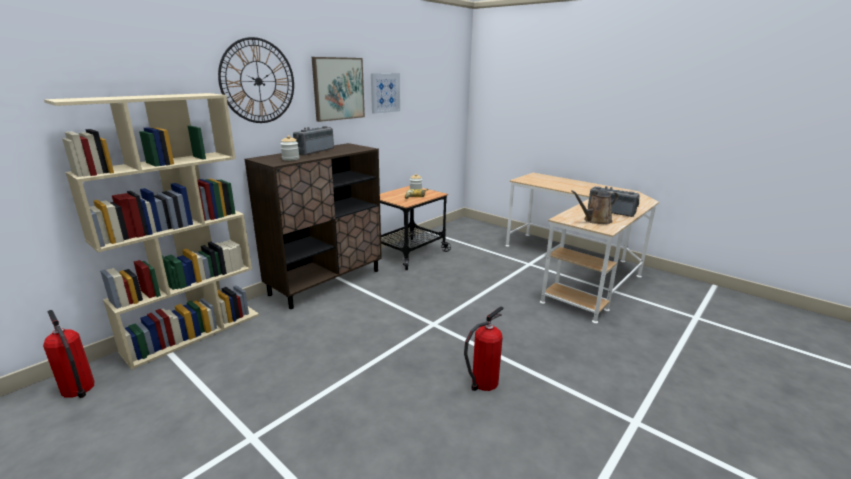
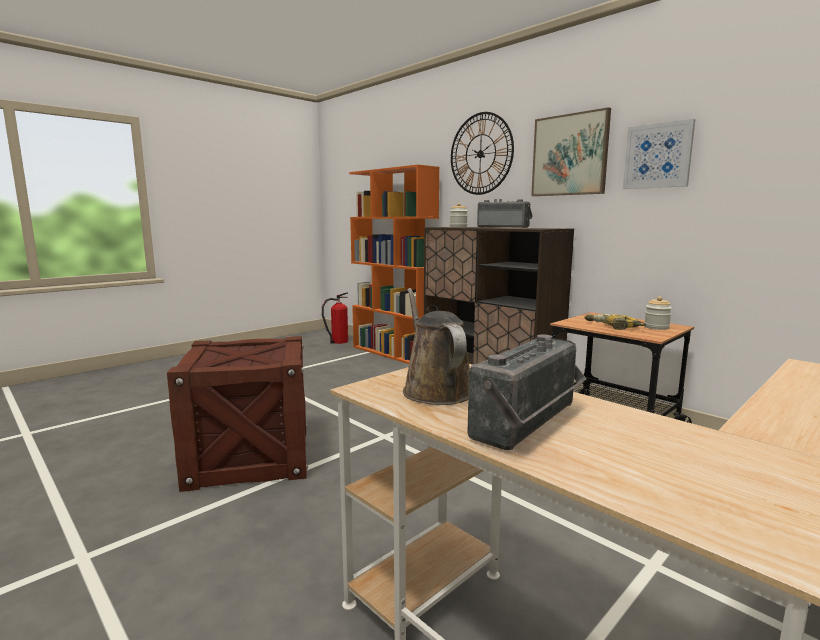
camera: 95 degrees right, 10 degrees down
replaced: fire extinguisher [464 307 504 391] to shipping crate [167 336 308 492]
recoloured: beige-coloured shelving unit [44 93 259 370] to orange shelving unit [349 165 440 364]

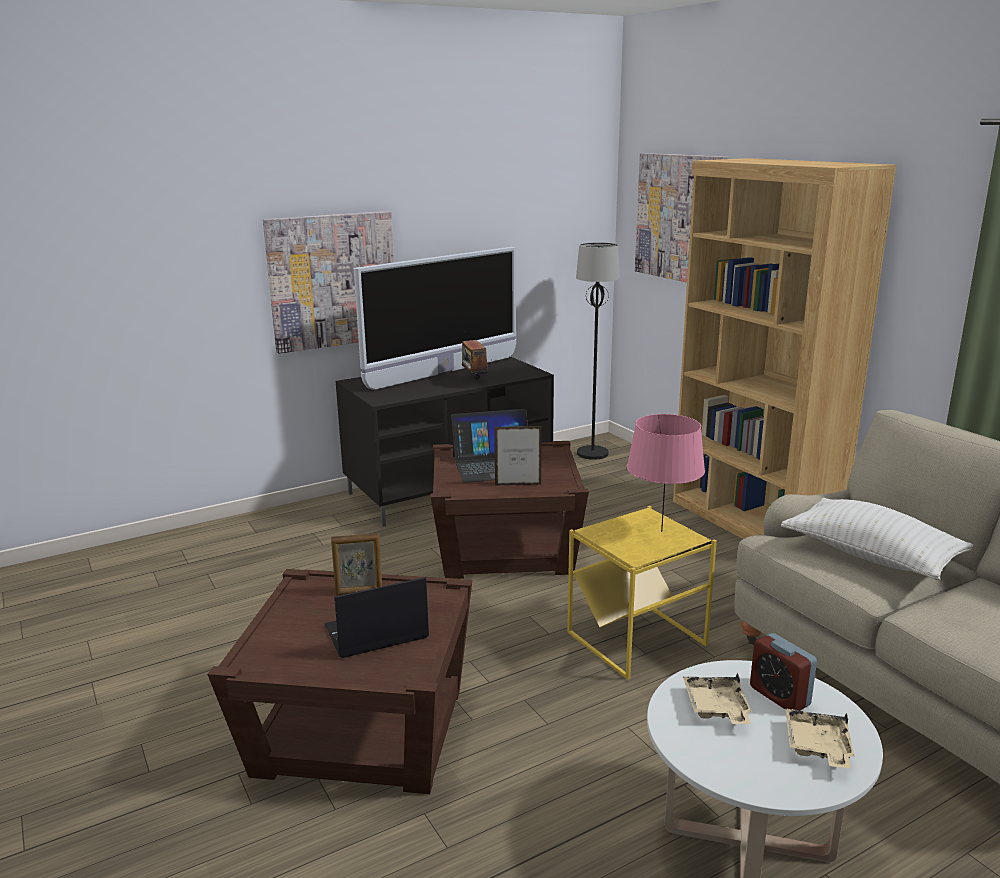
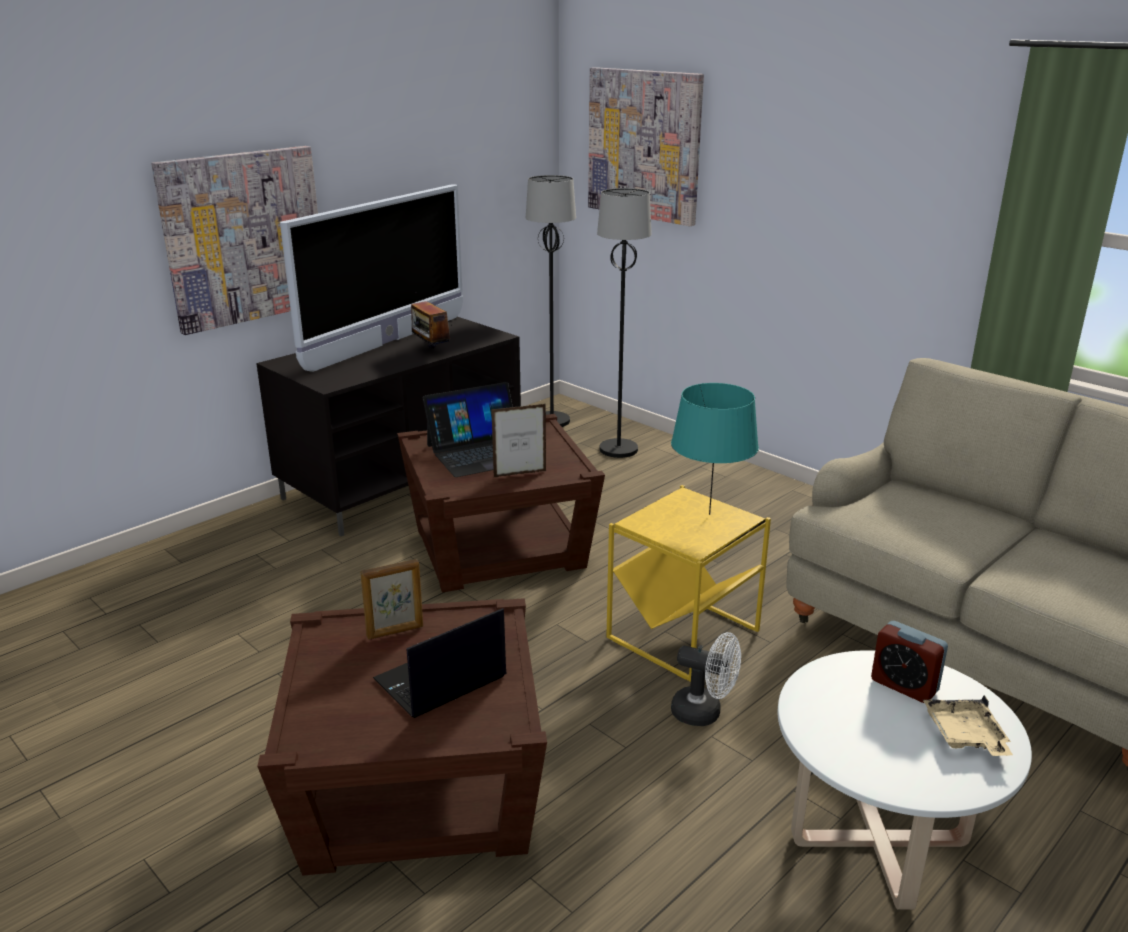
camera: 15 degrees left, 5 degrees up
removed: brown-coloured shelving unit [673 158 896 539]; beige-coloured tray [683 673 752 724]; white pillow [781 498 974 580]
added: black floor lamp [597 188 652 458]; white electric fan [671 632 741 726]
recoloured: pinkish tabletop lamp [627 414 705 532] to turquoise-coloured tabletop lamp [671 383 759 515]

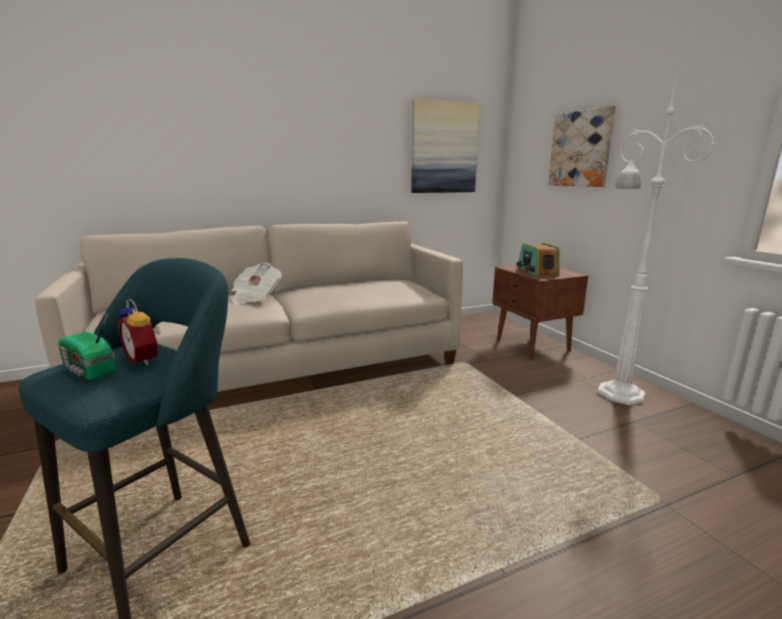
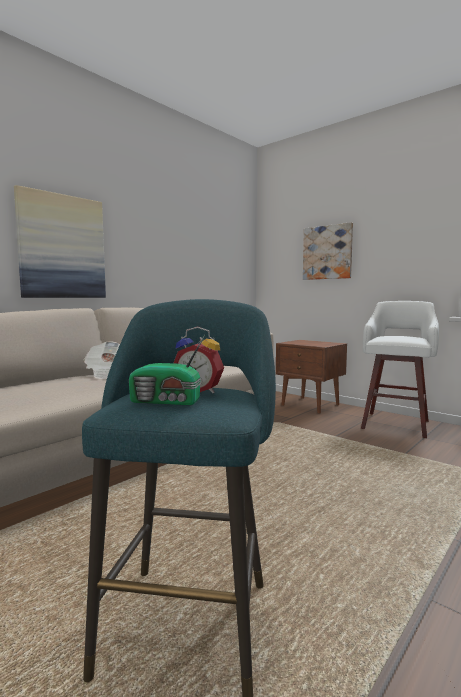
camera: 25 degrees left, 10 degrees down
removed: radio set [517 243 560 277]
moved: wall picture [411 99 480 193] to [14 185 106 298]
replaced: white floor lamp [597 73 715 405] to white stool [361 301 439 438]

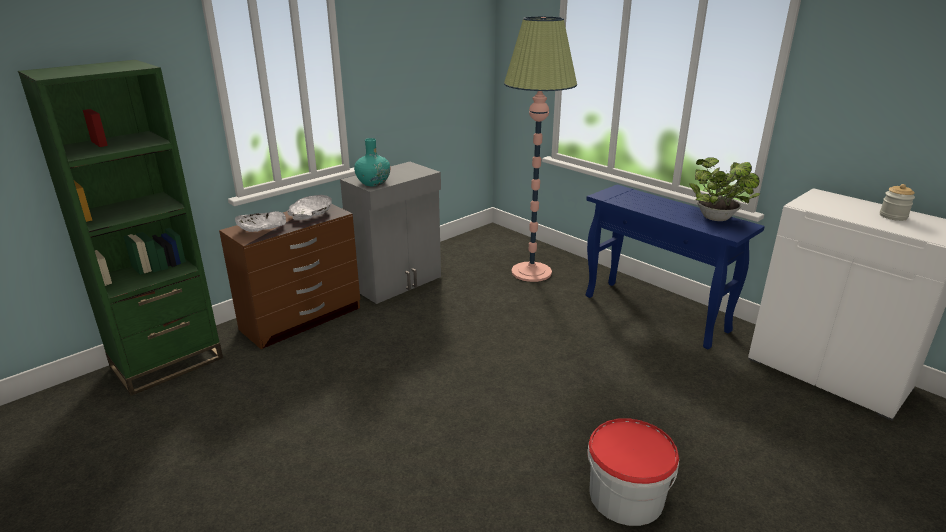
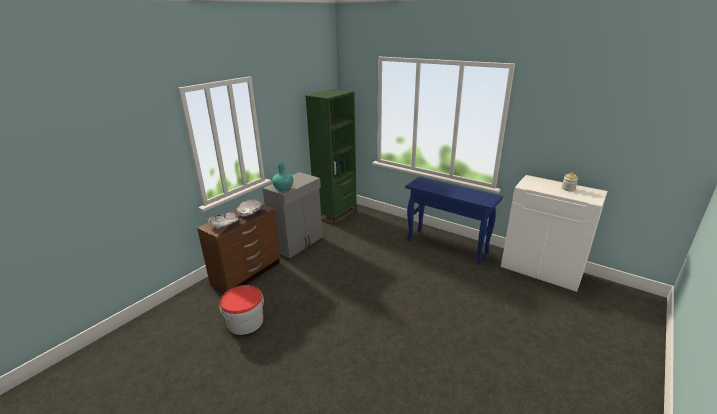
camera: 10 degrees left, 0 degrees up
removed: floor lamp [504 16 577 282]; potted plant [689 158 760 221]
moved: greenish shelving unit [18 60 223 396] to [305 89 357 224]; pail [587 418 679 526] to [220 285 264 335]

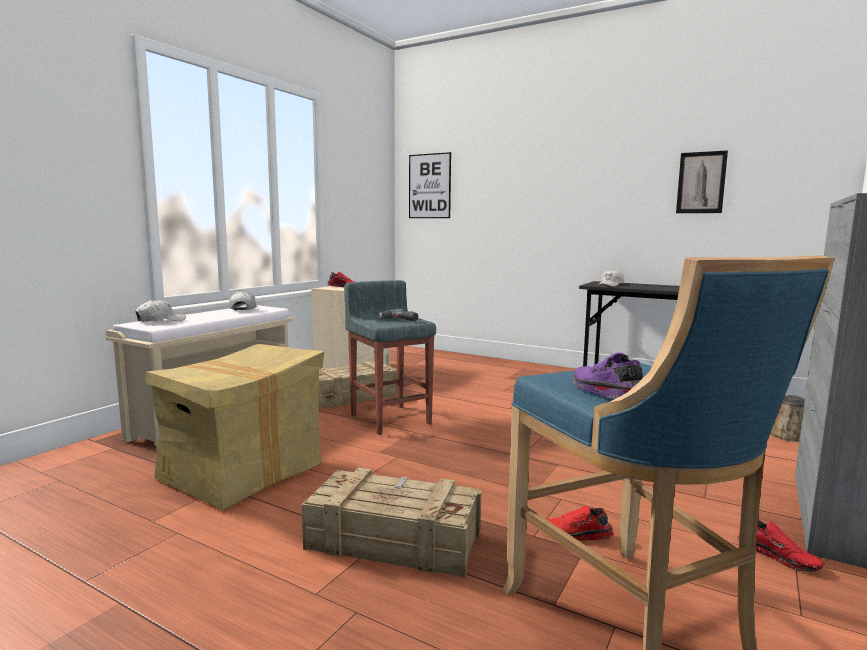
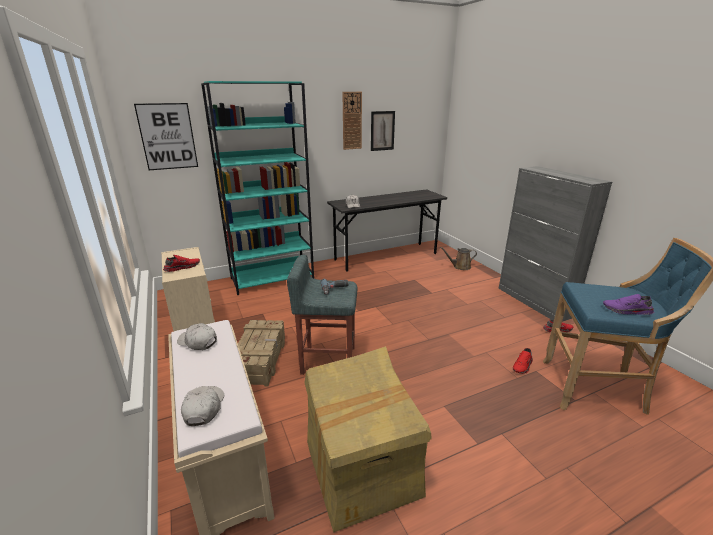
camera: 55 degrees left, 15 degrees up
removed: shipping crate [302 468 481 578]
added: turquoise-coloured shelving unit [201 81 314 295]; wall clock [342 92 362 150]

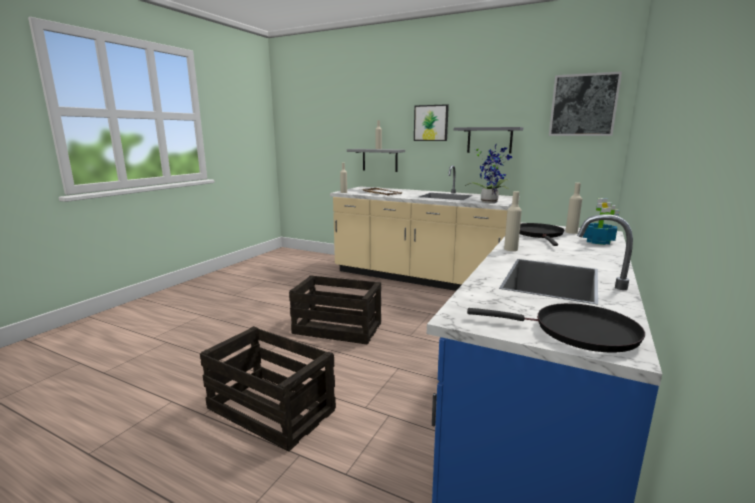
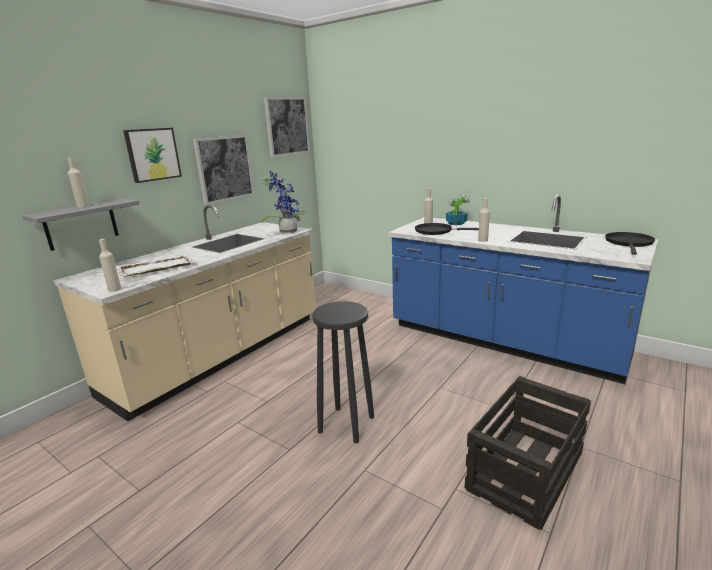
camera: 80 degrees left, 5 degrees up
replaced: shipping crate [289 275 381 345] to black stool [312 301 374 443]; grey wall shelf [454 127 523 154] to wall picture [193 135 254 205]

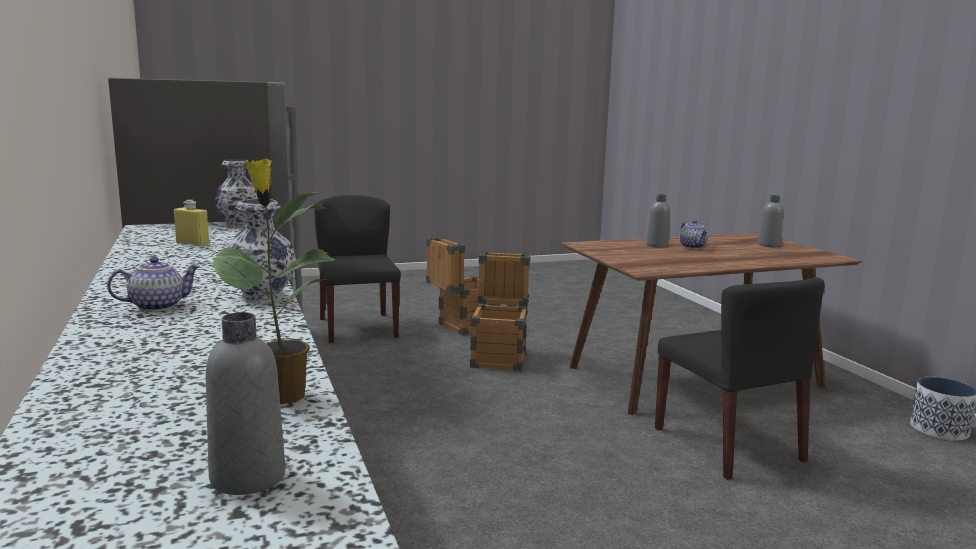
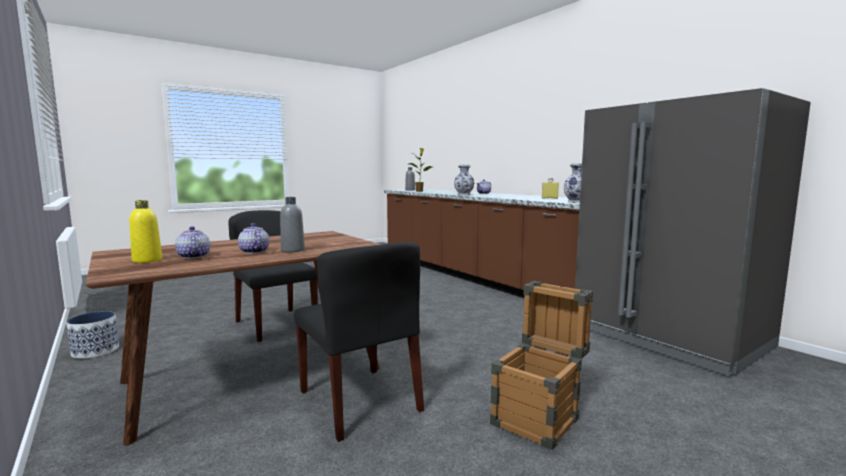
camera: 165 degrees right, 5 degrees down
removed: shipping crate [470 251 531 371]
added: tea pot [175 226 210 259]
moved: black plain chair [314 195 401 343] to [294 242 424 442]
recoloured: grey beverage bottle [758 195 784 247] to yellowish beverage bottle [129 200 162 263]

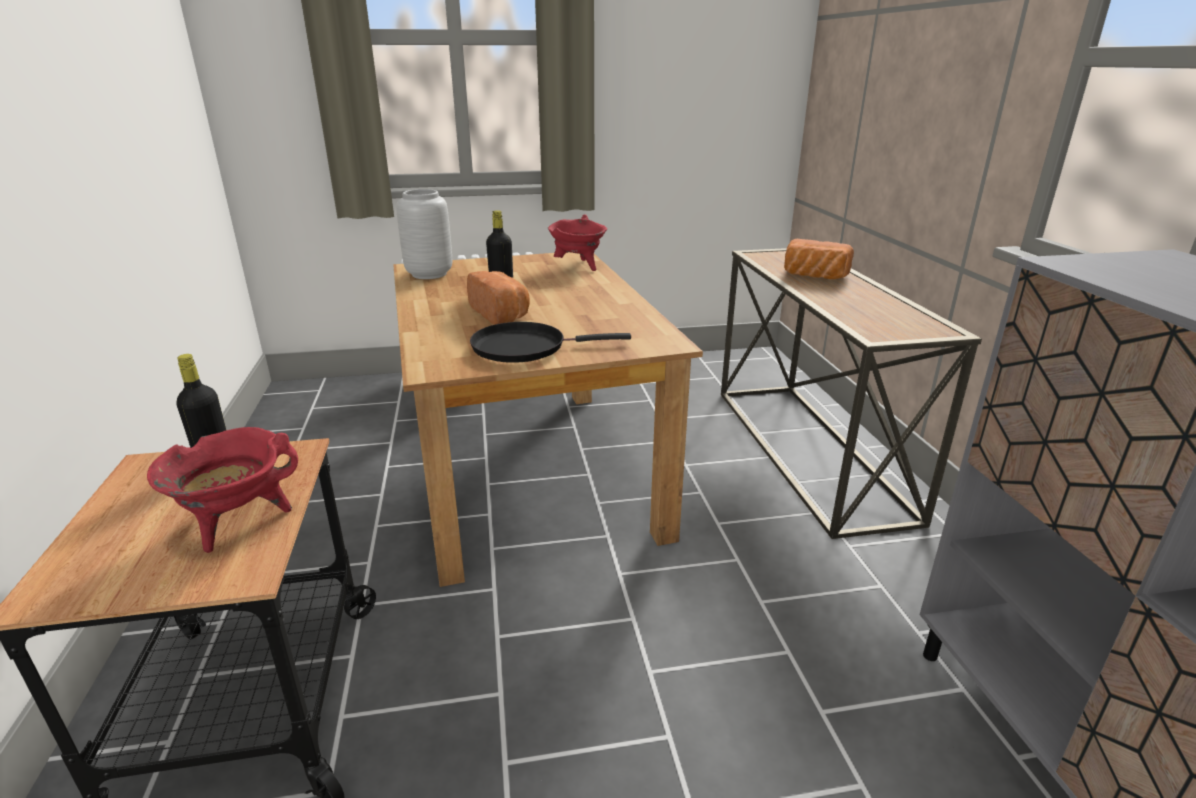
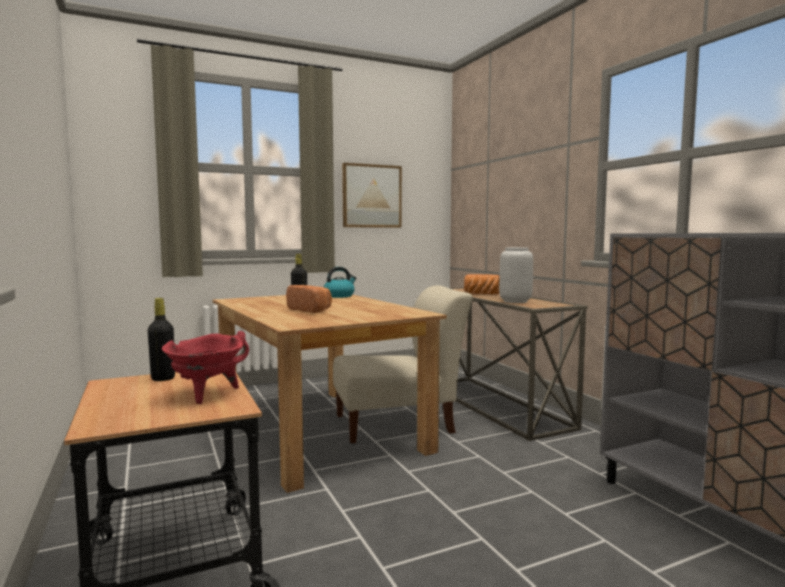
camera: 15 degrees left, 20 degrees down
removed: black pan [470 322 631 363]
added: beige-coloured plain chair [333 285 472 444]; wall picture [342 163 402 228]
moved: grey vase [396 189 452 279] to [499 247 533 303]
replaced: red stockpot [548 214 607 271] to water kettle [324 267 356 298]

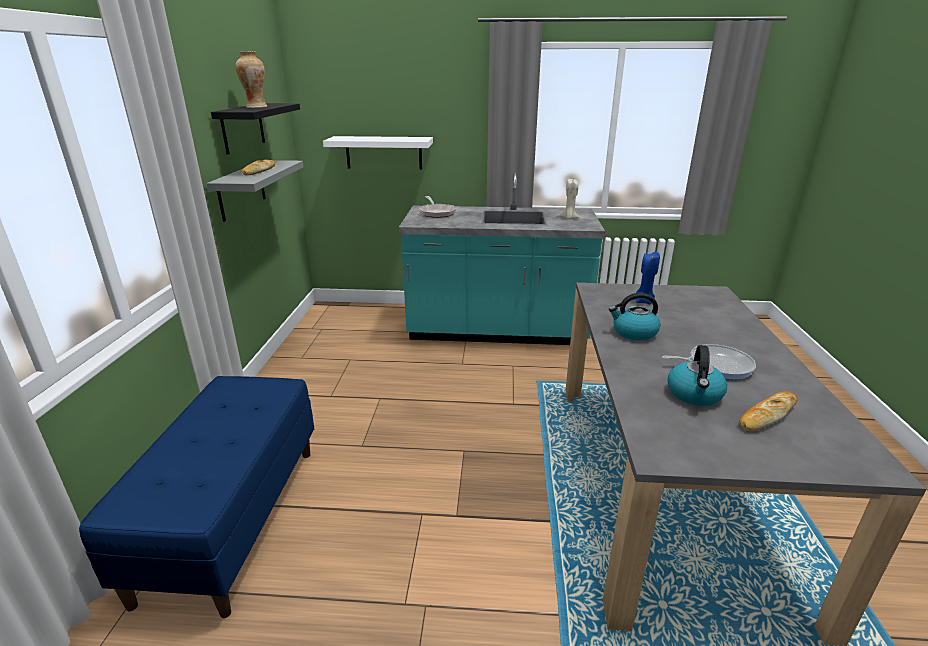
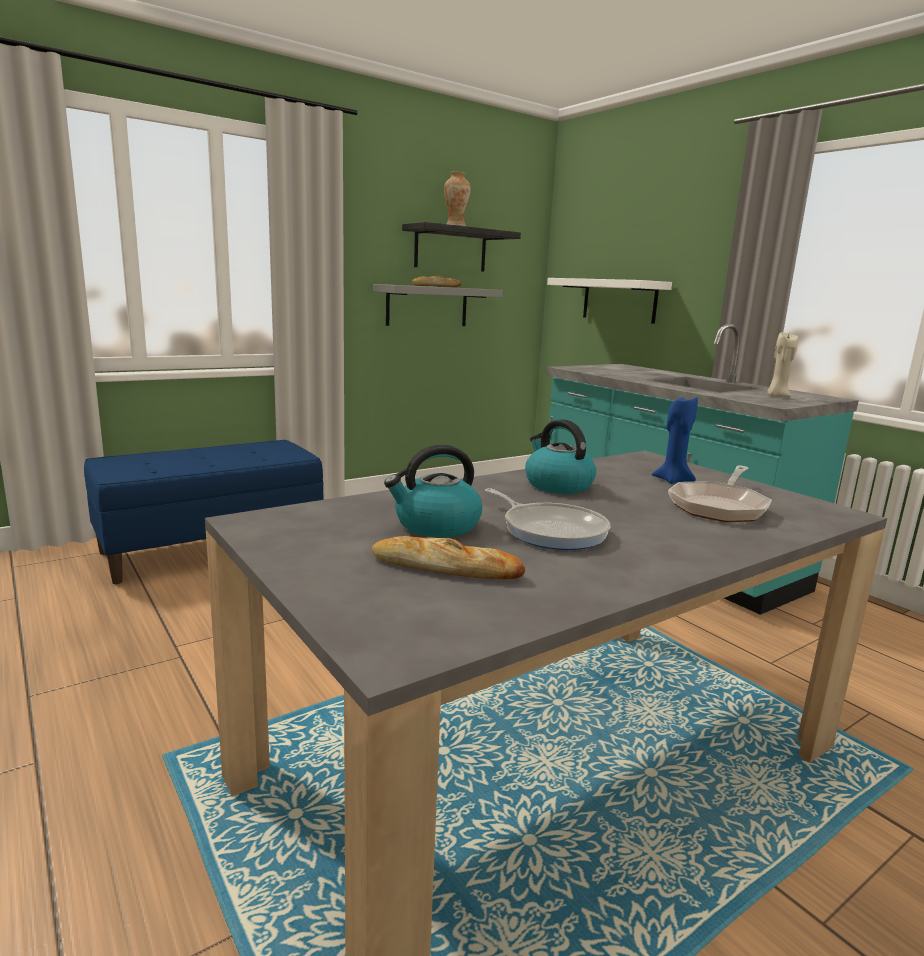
camera: 50 degrees right, 10 degrees down
moved: pan [419 196 457 218] to [668 465 772 522]

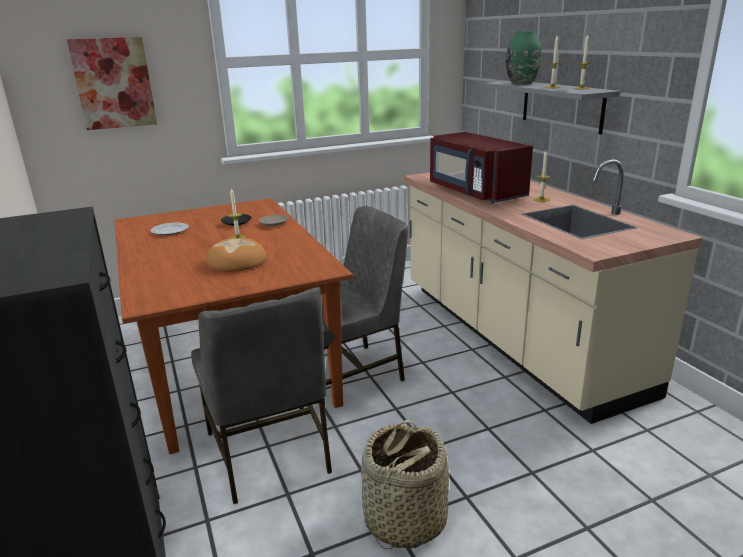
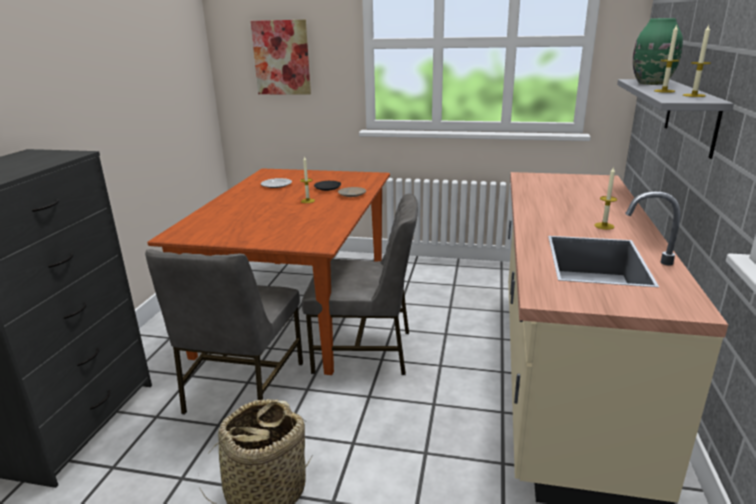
camera: 35 degrees right, 0 degrees up
removed: baked bread [206 238 267 272]; red microwave oven [430 132 533 203]

